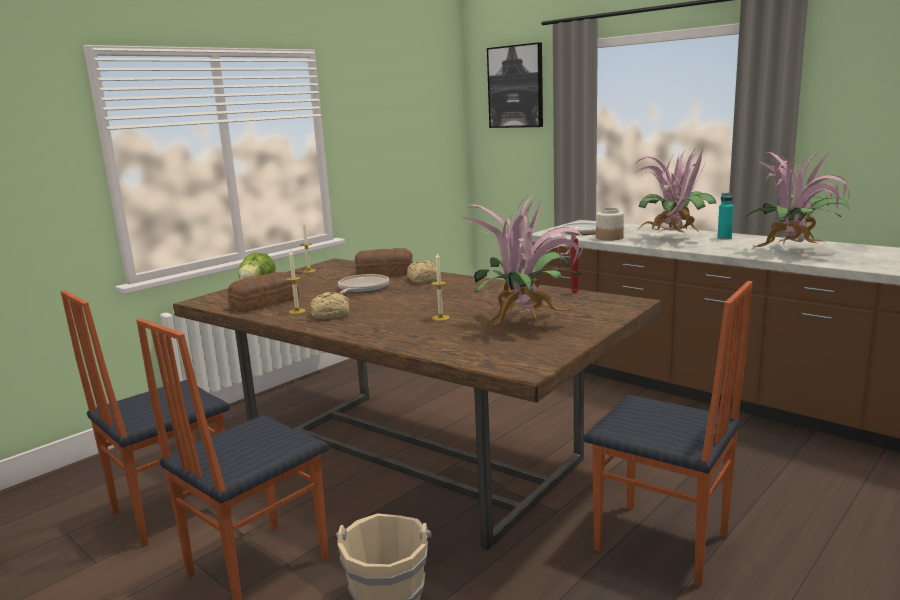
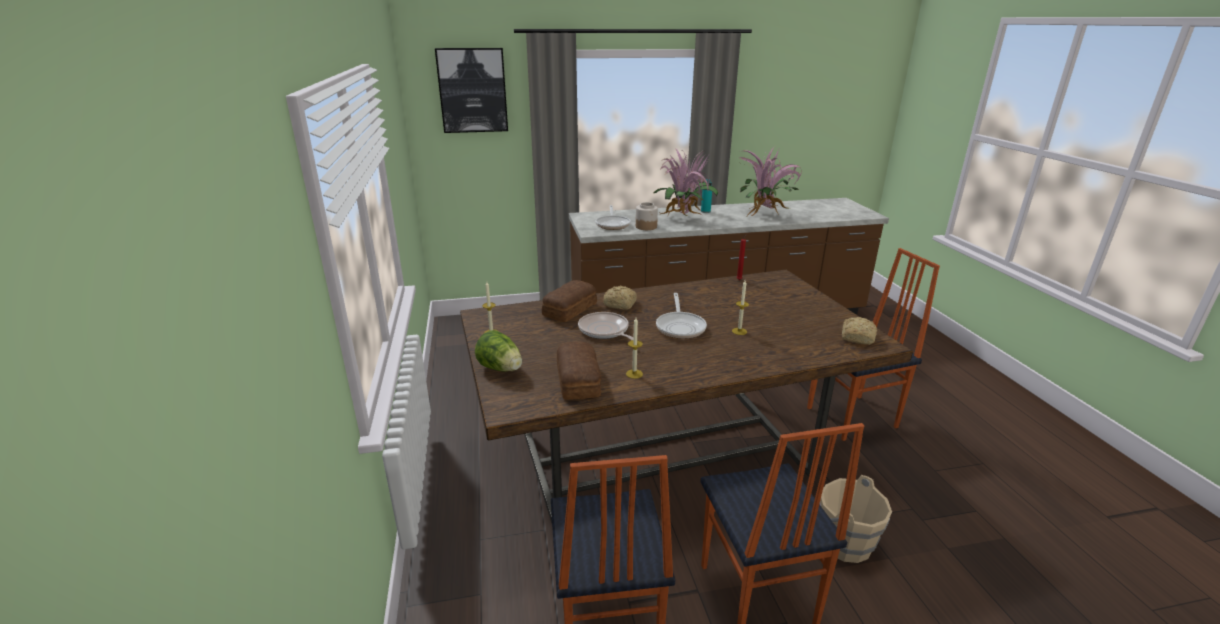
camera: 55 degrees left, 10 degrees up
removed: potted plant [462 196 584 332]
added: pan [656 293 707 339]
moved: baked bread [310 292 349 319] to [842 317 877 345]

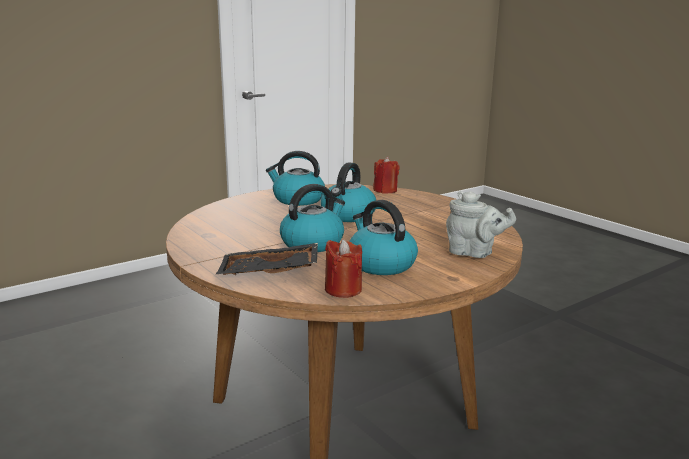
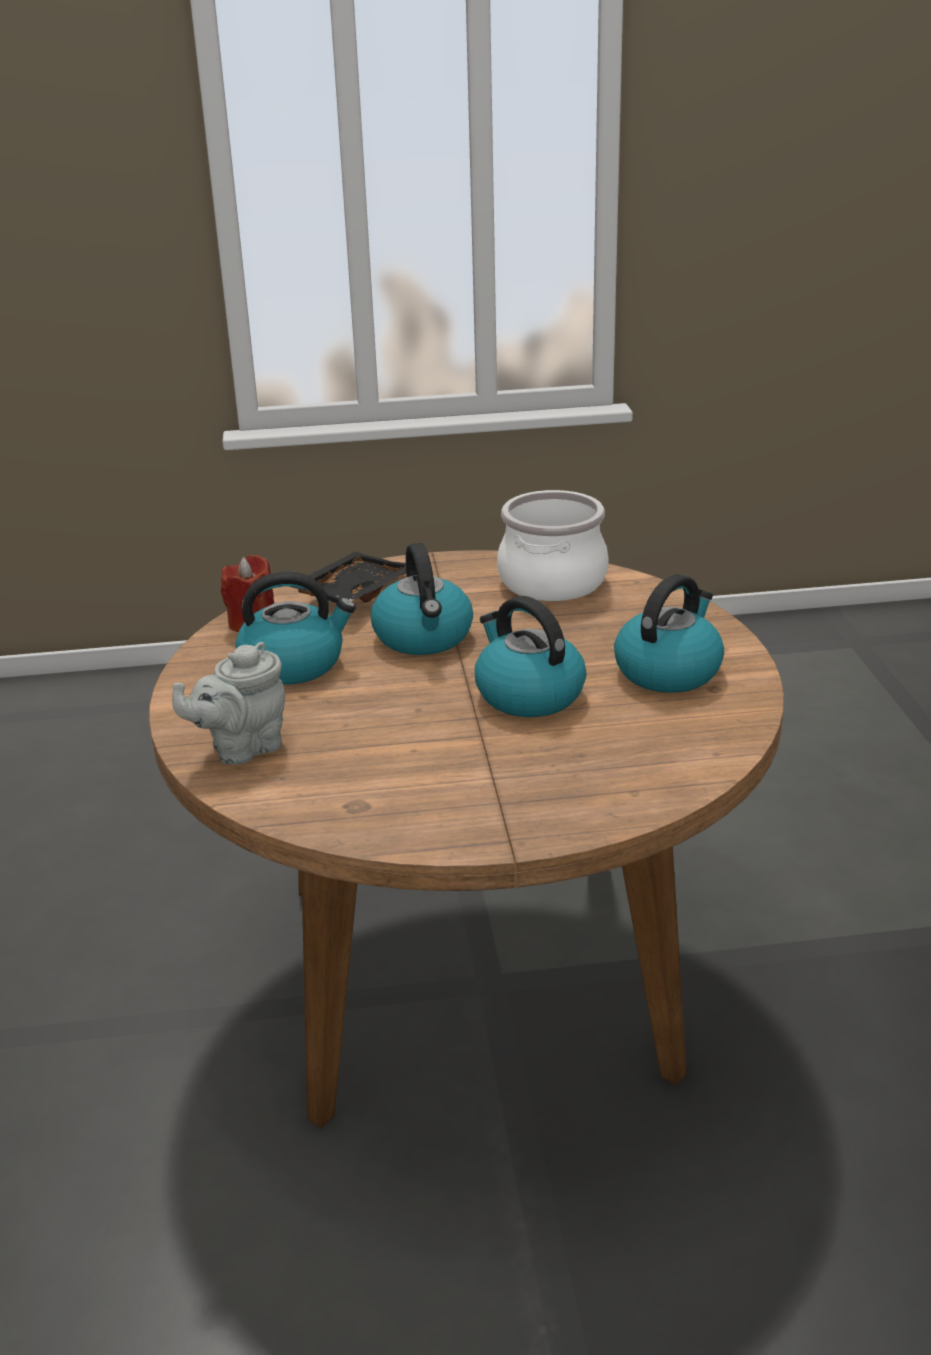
camera: 120 degrees right, 10 degrees up
removed: red wax light [373 157 400 193]
added: stockpot [497 490 609 601]

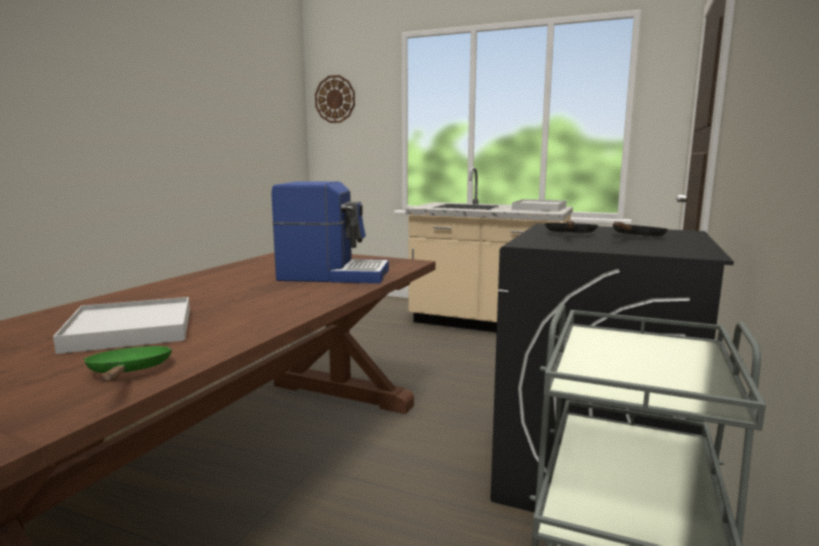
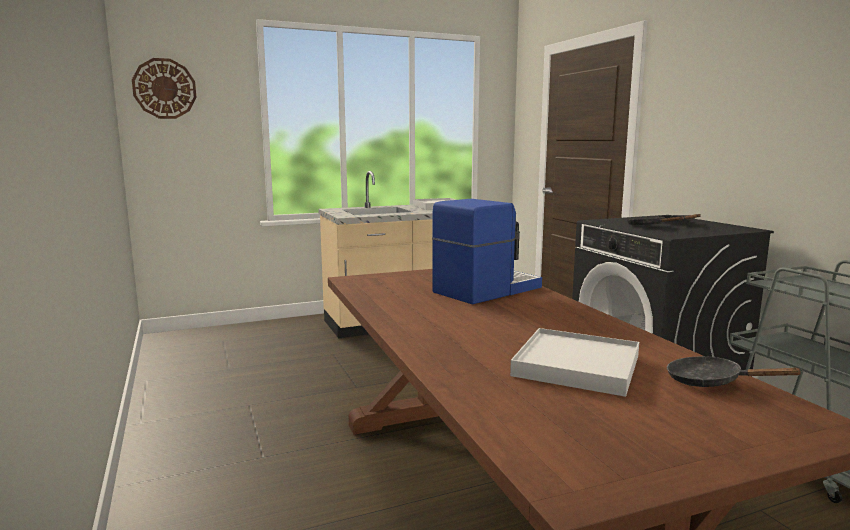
camera: 45 degrees left, 0 degrees up
recoloured: greenish pan [84 346 172 382] to black pan [667 356 803 387]

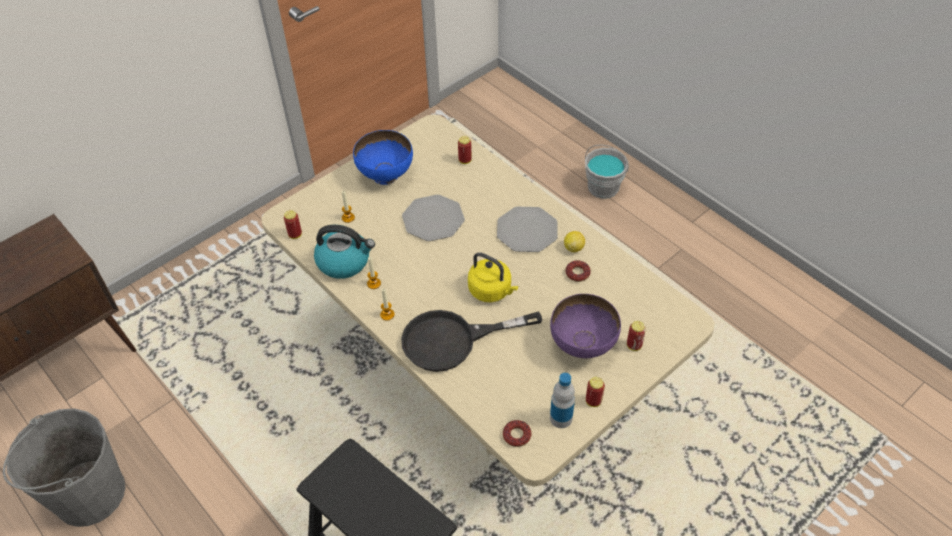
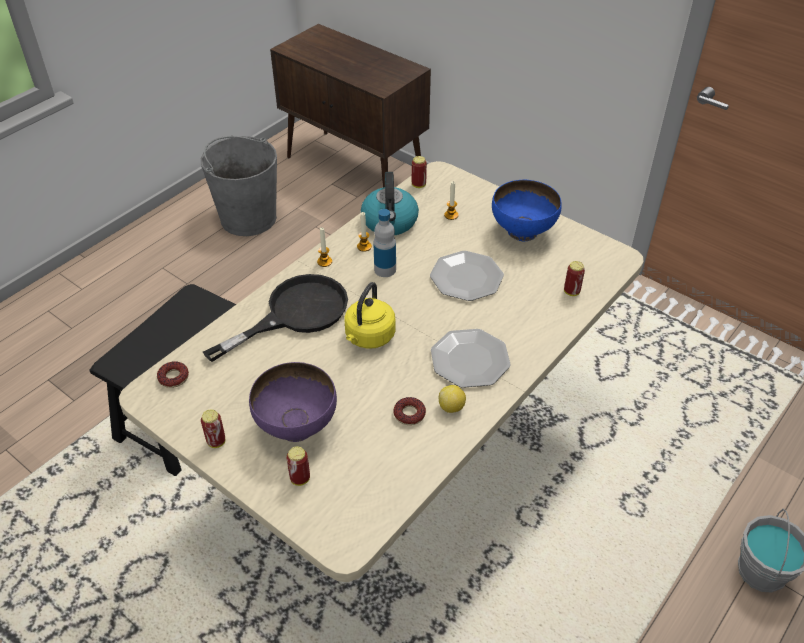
camera: 80 degrees right, 5 degrees down
moved: beverage bottle [550 373 575 428] to [373 209 396 277]
turned: black pan [401 310 542 372] = [203 274 348 362] 75 degrees clockwise

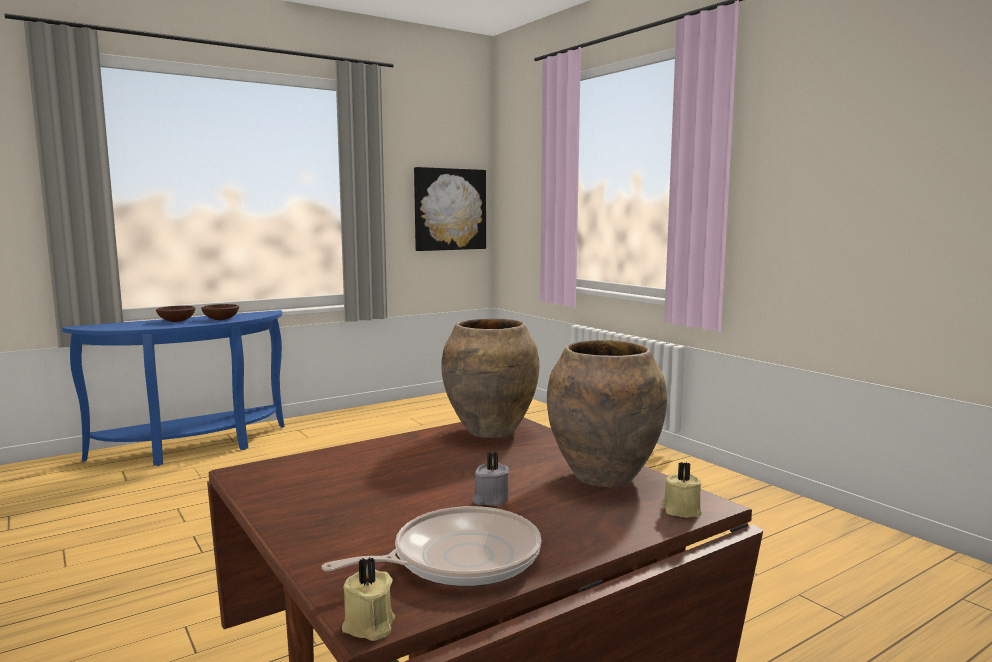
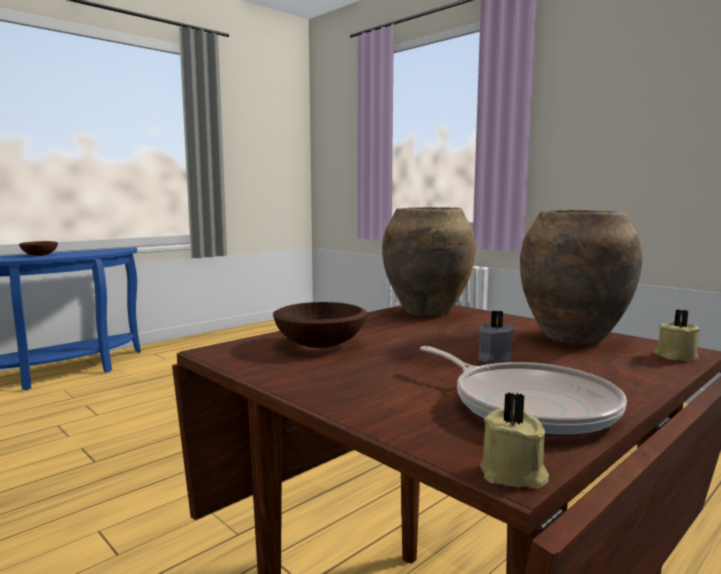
camera: 10 degrees left, 0 degrees up
removed: wall picture [414 167 486 251]
moved: brown-coloured deep dish [201 304 239 320] to [273 302 367 348]
turned: pan [322 506 542 587] = [420 346 627 436] 90 degrees clockwise

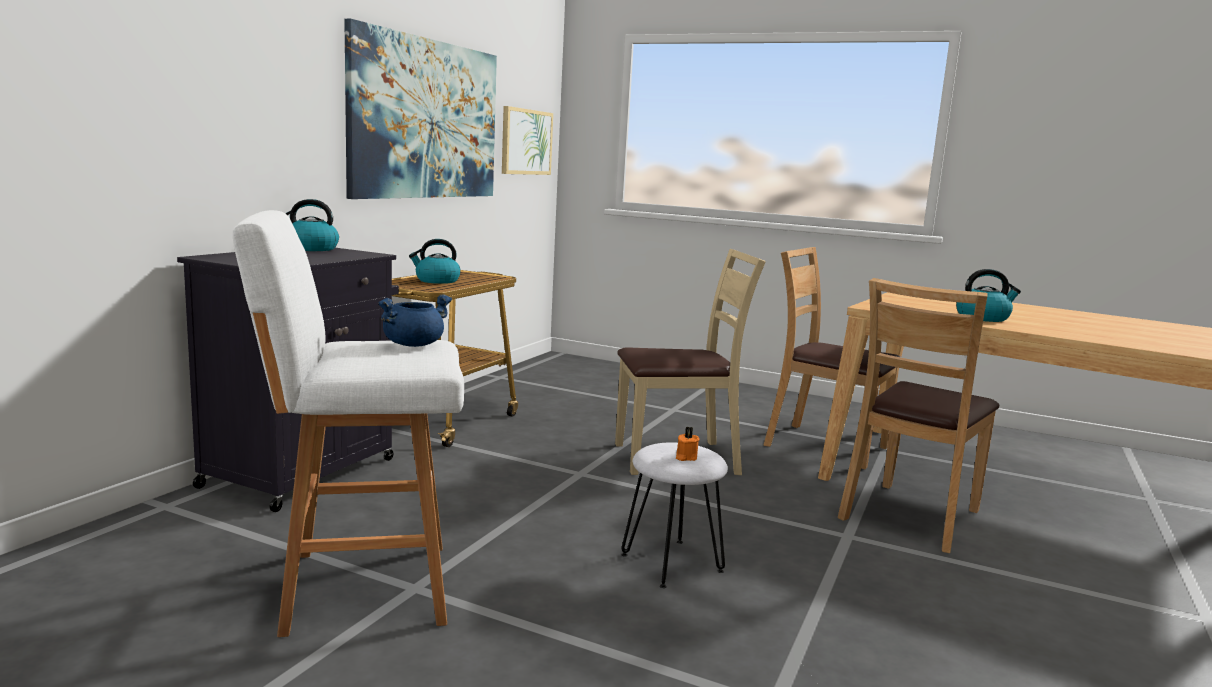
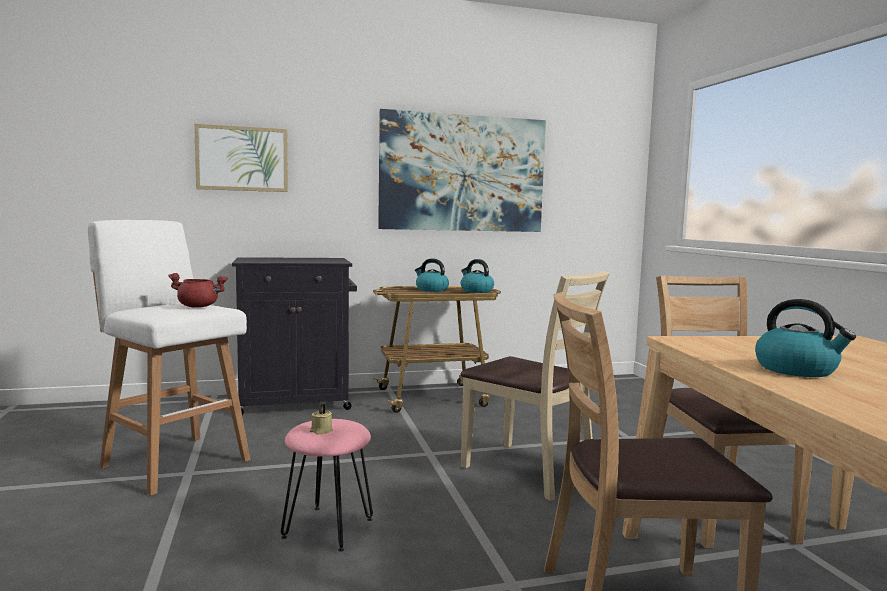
camera: 50 degrees right, 5 degrees down
moved: water kettle [285 199 339 251] to [461 259 494 293]; wall picture [502 106 553 175] to [194 124 288 192]
recoloured: bluish stockpot [378 294 452 347] to red stockpot [168 273 228 308]; white stool [621 442 728 588] to pinkish stool [281 419 373 552]; orange wax light [676 427 700 461] to beige-coloured wax light [310 404 333 434]

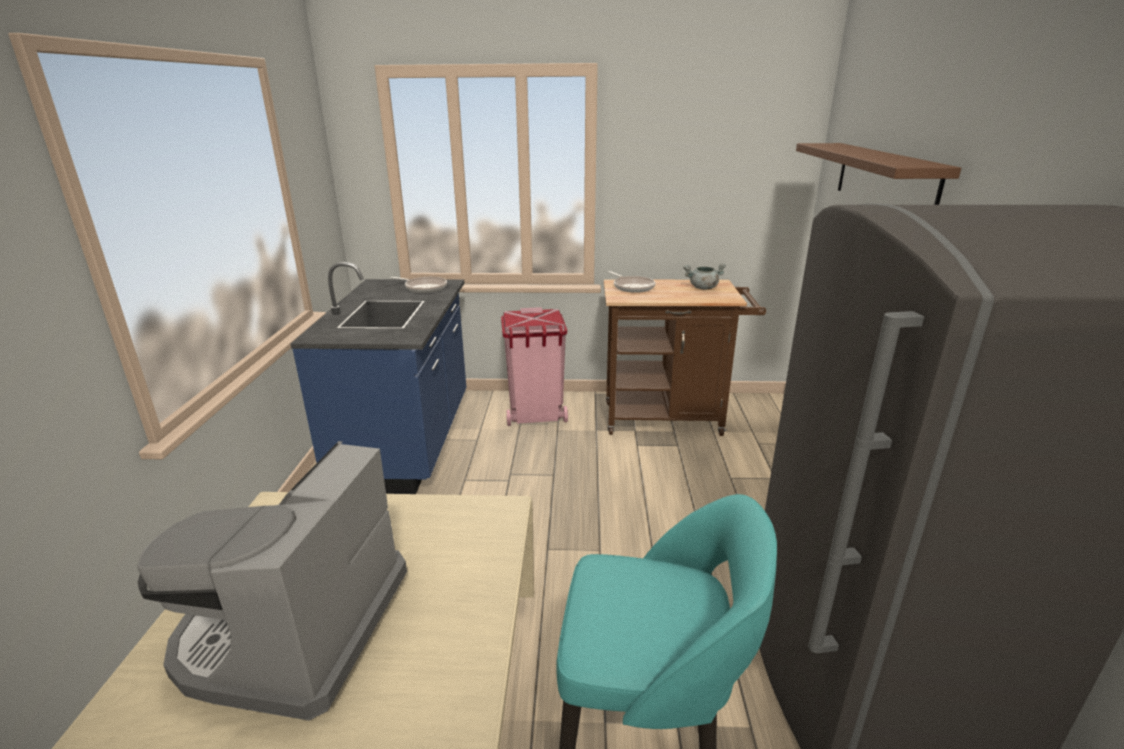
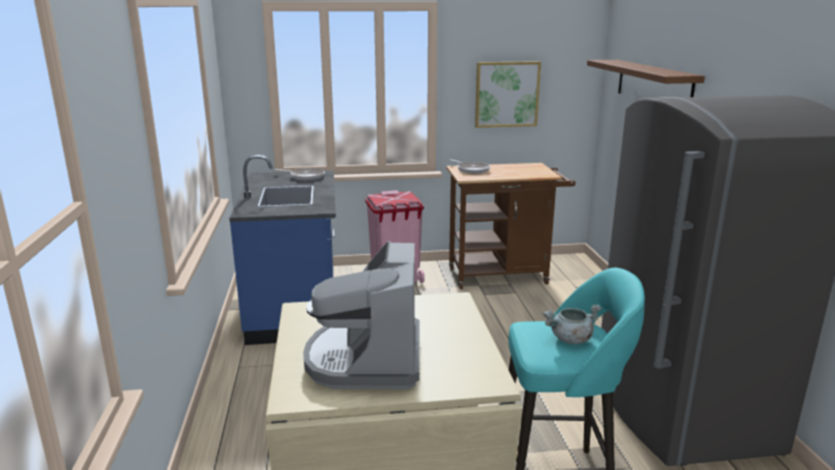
camera: 10 degrees left, 5 degrees down
added: wall picture [475 61 541 128]
moved: grey stockpot [683 263 726 290] to [543 305 601 344]

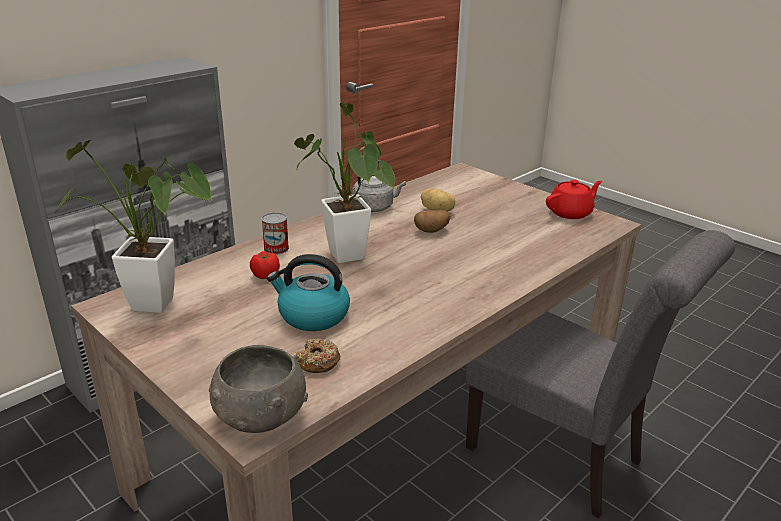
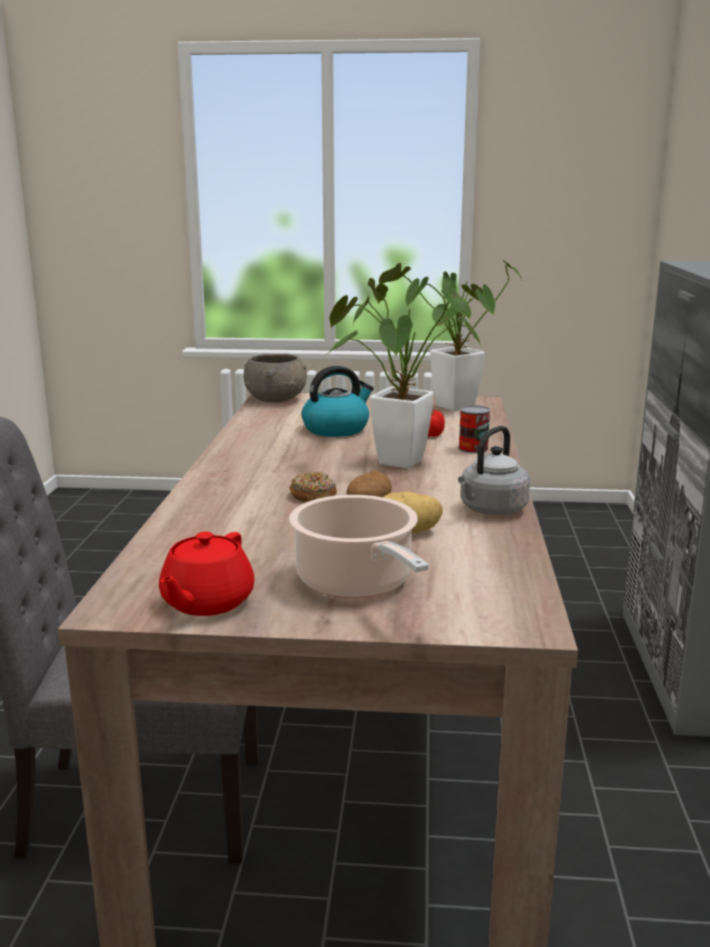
camera: 140 degrees right, 10 degrees down
added: stockpot [289 495 429 598]
moved: donut [296 339 341 373] to [289 472 337 502]

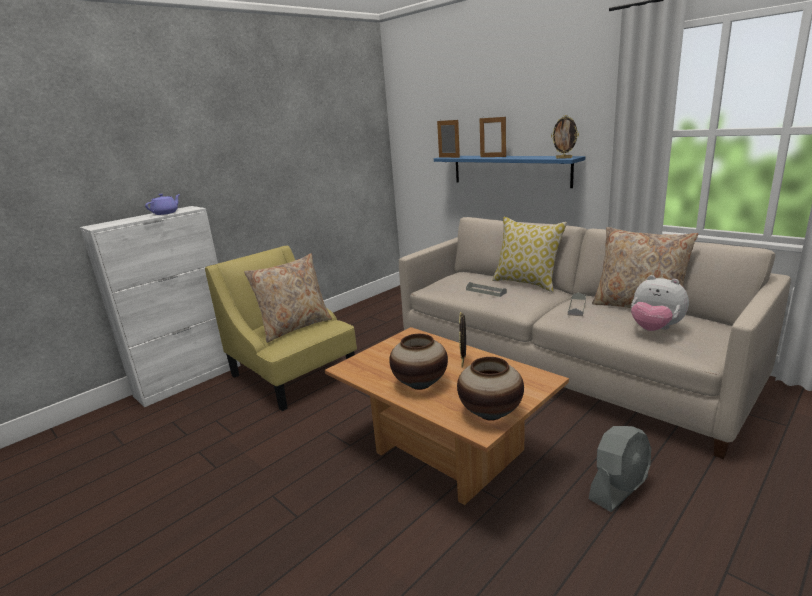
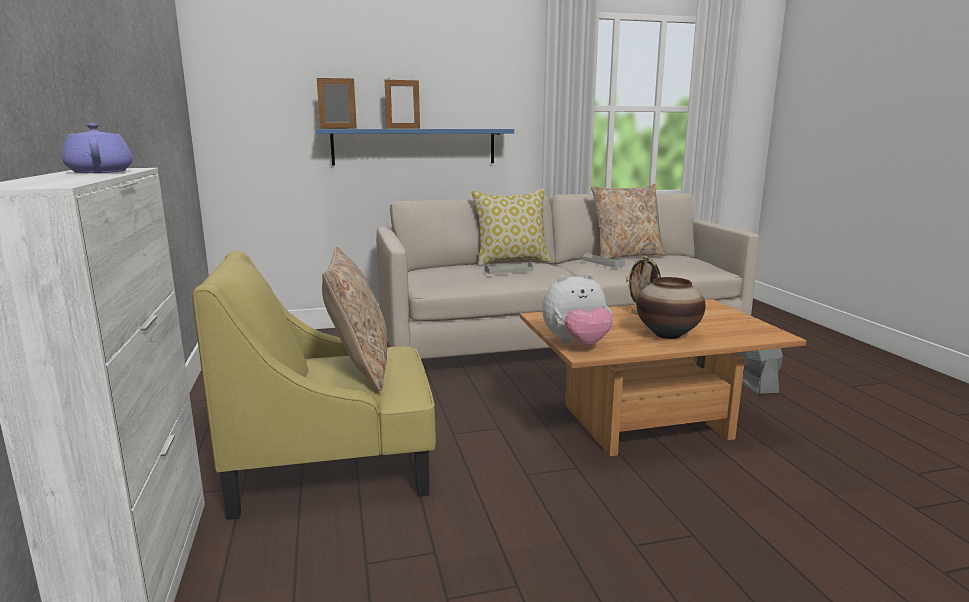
camera: 60 degrees left, 5 degrees down
removed: vase [457 357 524 421]; standing frame [551 115 579 159]
moved: cuddly toy [631 275 689 331] to [542 273 613 345]

